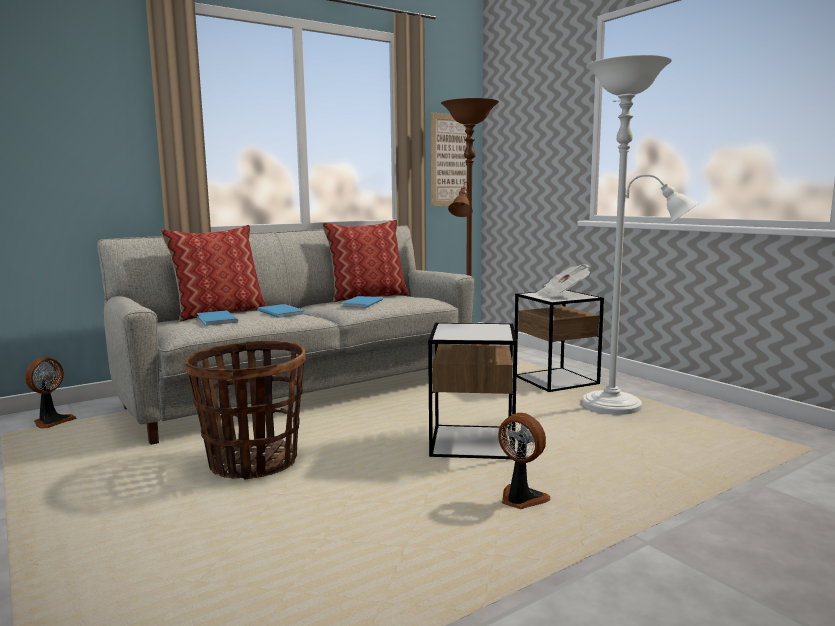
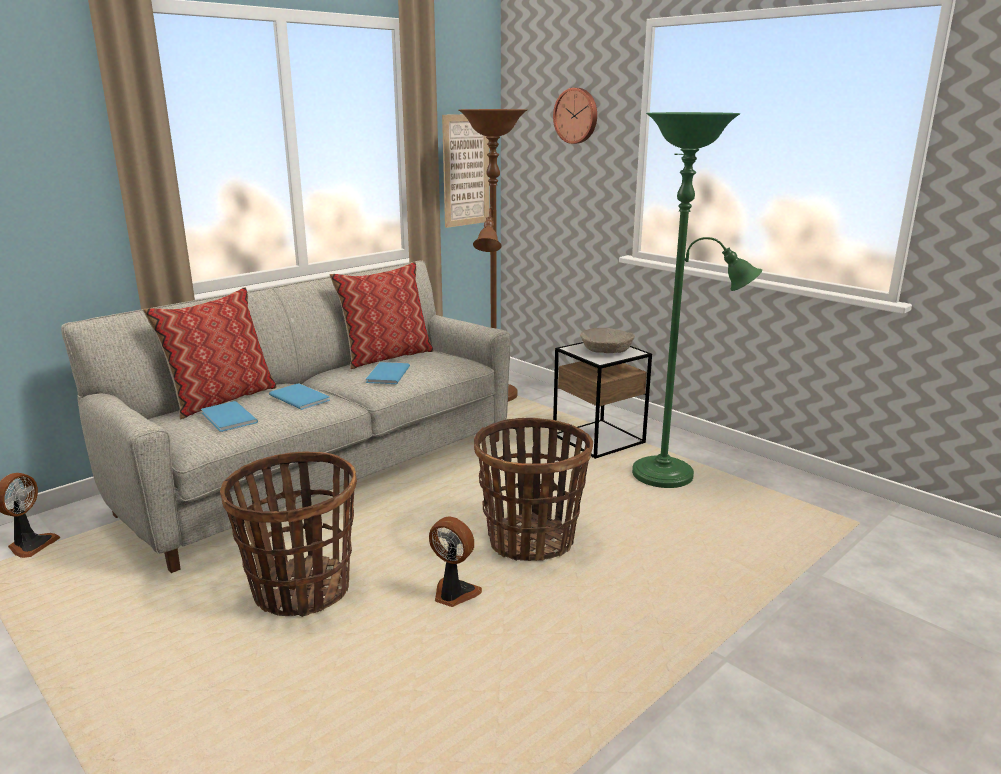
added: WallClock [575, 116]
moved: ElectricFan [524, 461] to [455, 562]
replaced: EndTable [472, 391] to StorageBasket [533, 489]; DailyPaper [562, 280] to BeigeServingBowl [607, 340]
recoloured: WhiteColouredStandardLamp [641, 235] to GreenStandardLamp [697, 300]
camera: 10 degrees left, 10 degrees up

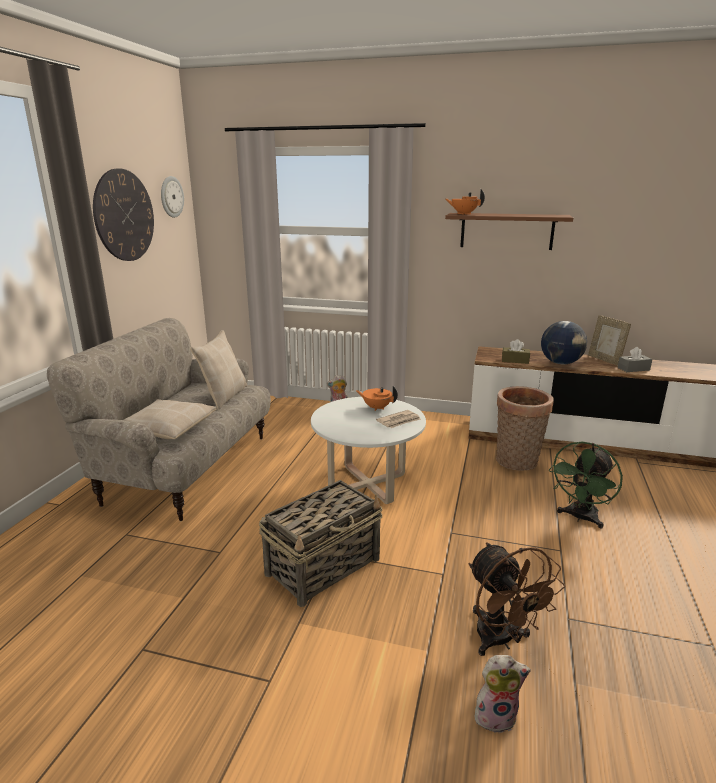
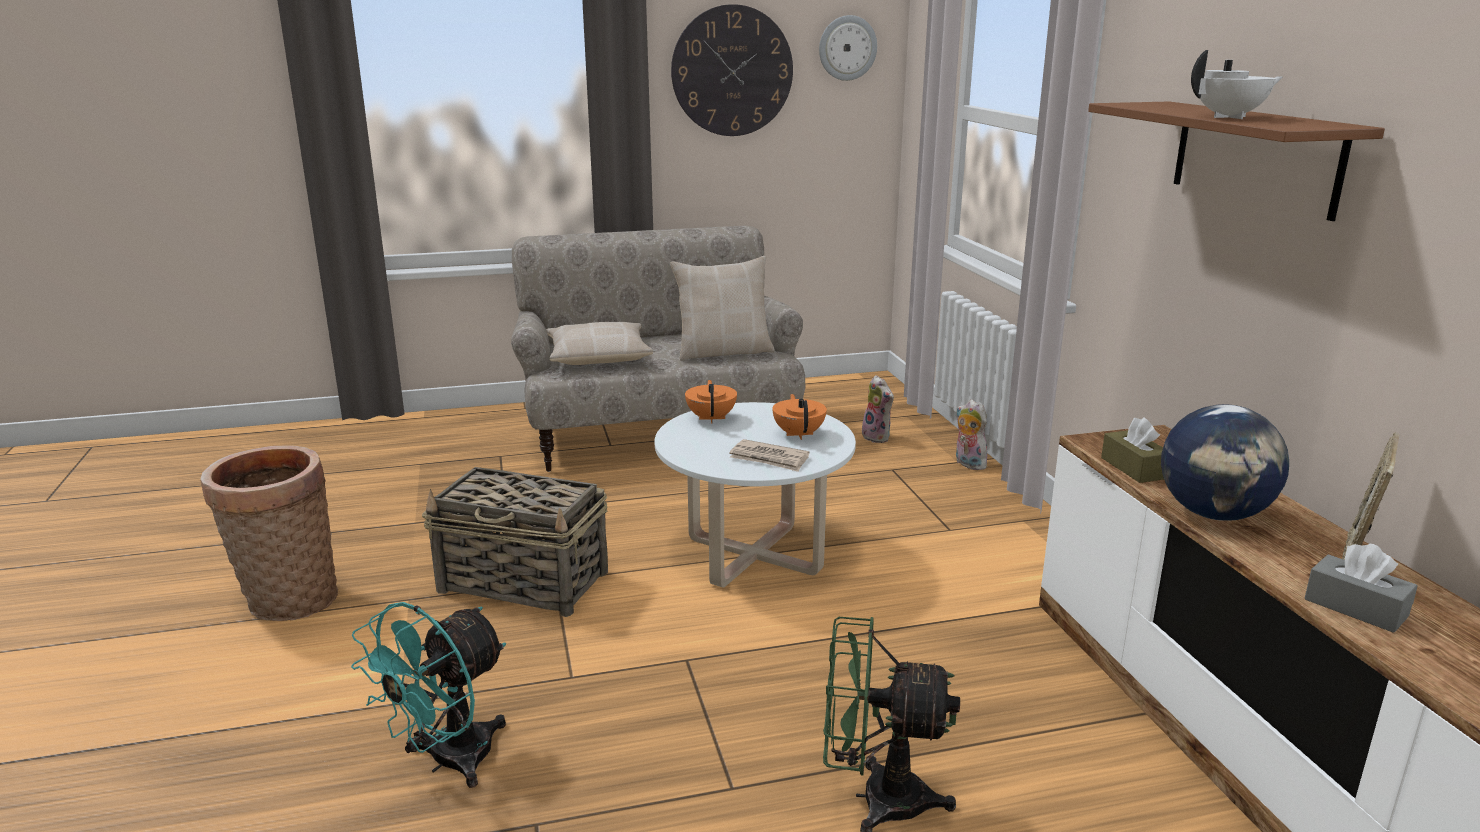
added: WhiteColouredTeaPot [1237, 84]
moved: OrangeyTeaPot [465, 202] to [711, 402]; PlushToy [503, 694] to [878, 409]; StorageBasket [525, 428] to [269, 533]
recoloured: BrownElectricFan [517, 599] to TurquoiseColouredElectricFan [428, 695]
camera: 60 degrees right, 0 degrees up

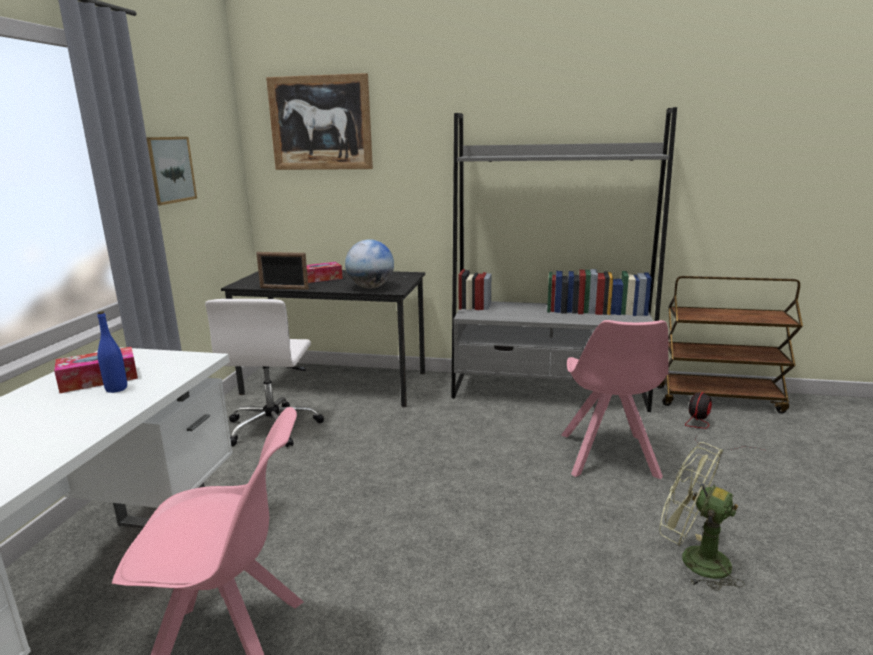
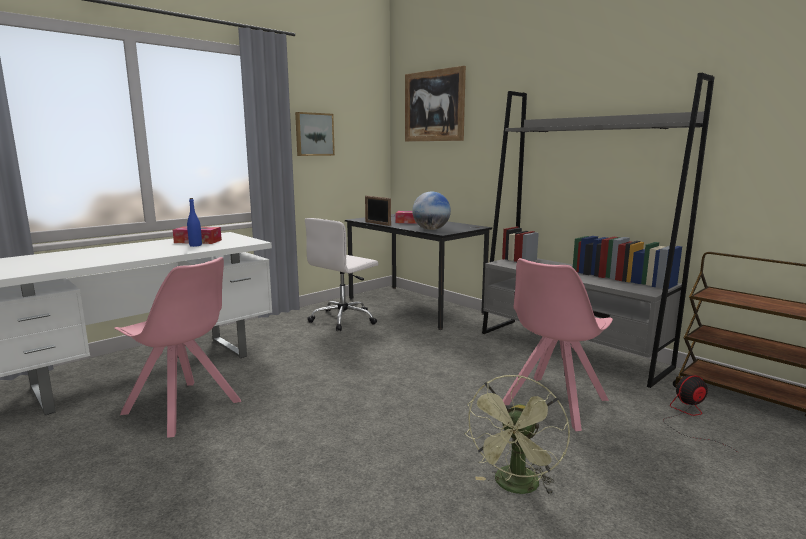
turned: GreenElectricFan [702, 516] = [517, 434] 135 degrees counterclockwise
camera: 35 degrees right, 5 degrees down

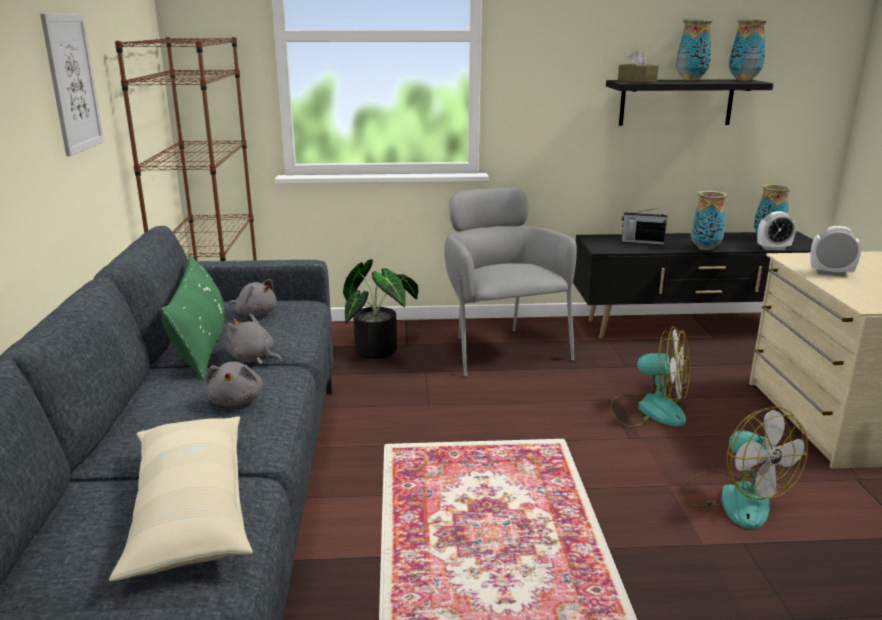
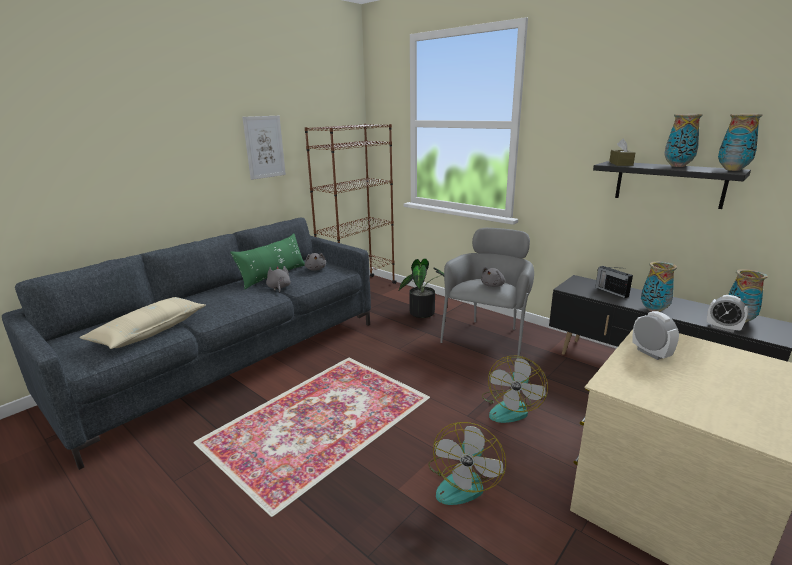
moved: GreyishPlushToy [234, 383] to [493, 277]
turned: ElectricFan [650, 376] = [515, 389] 45 degrees clockwise
camera: 45 degrees right, 0 degrees up

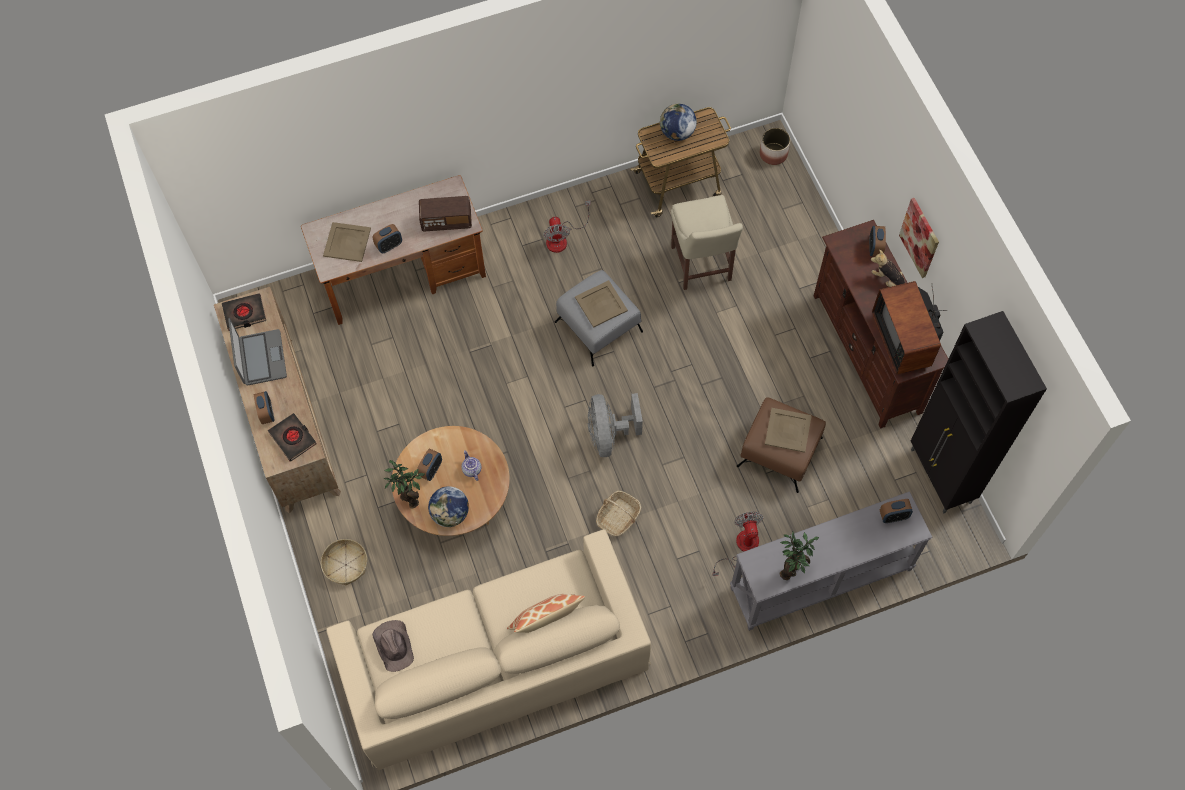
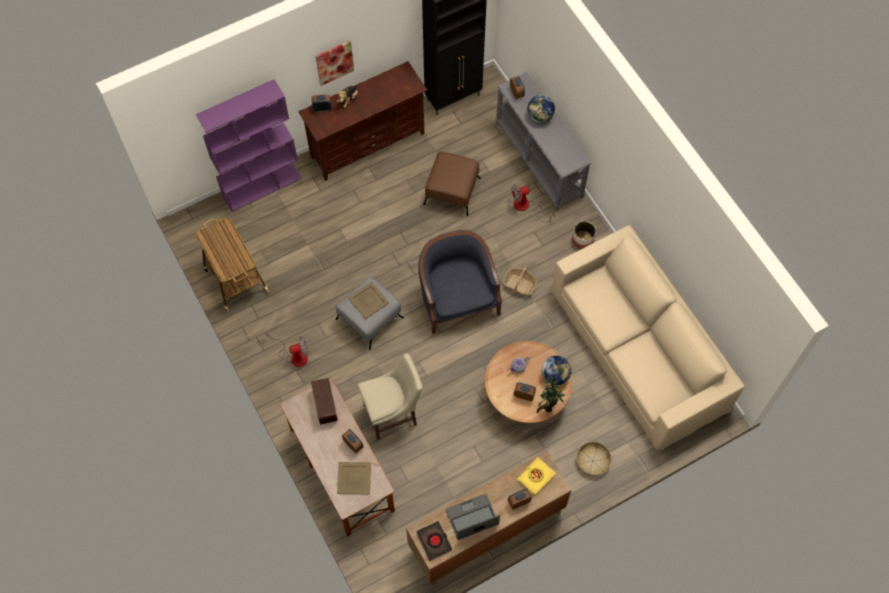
removed: BrownClothingHat [393, 646]; Pillow [546, 613]; BeigeServingTray [788, 430]; Houseplant [799, 555]; TvSet [909, 328]
added: PurplishBookshelf [249, 145]
moved: Globe [678, 122] to [541, 109]; BeigePlainChair [707, 242] to [390, 397]; PlantPot [775, 146] to [584, 235]
replaced: GreyishElectricFan [615, 425] to BlueColouredEasyChair [460, 282]
recoloured: BlackColouredBoundBook [292, 437] to YellowBoundBook [536, 476]
camera: 100 degrees left, 0 degrees up

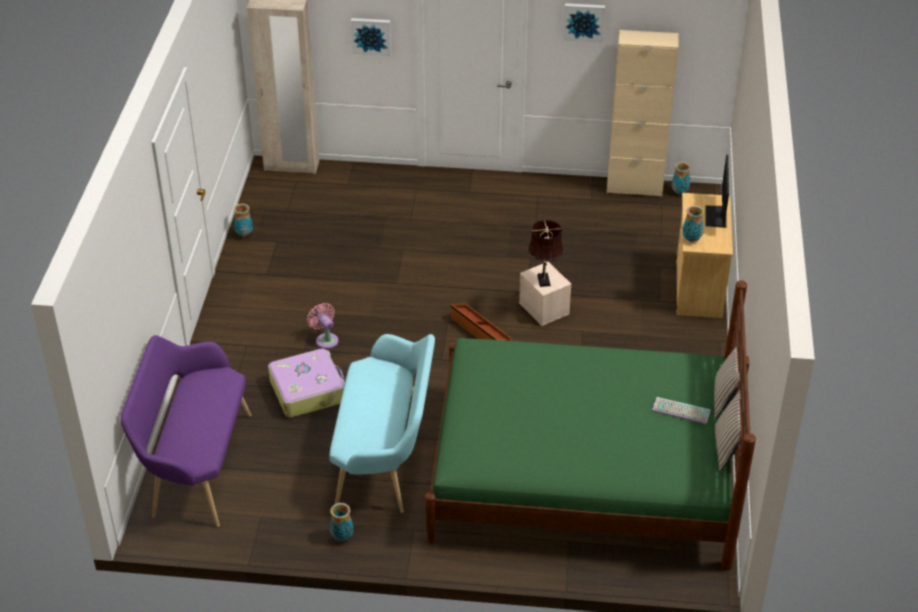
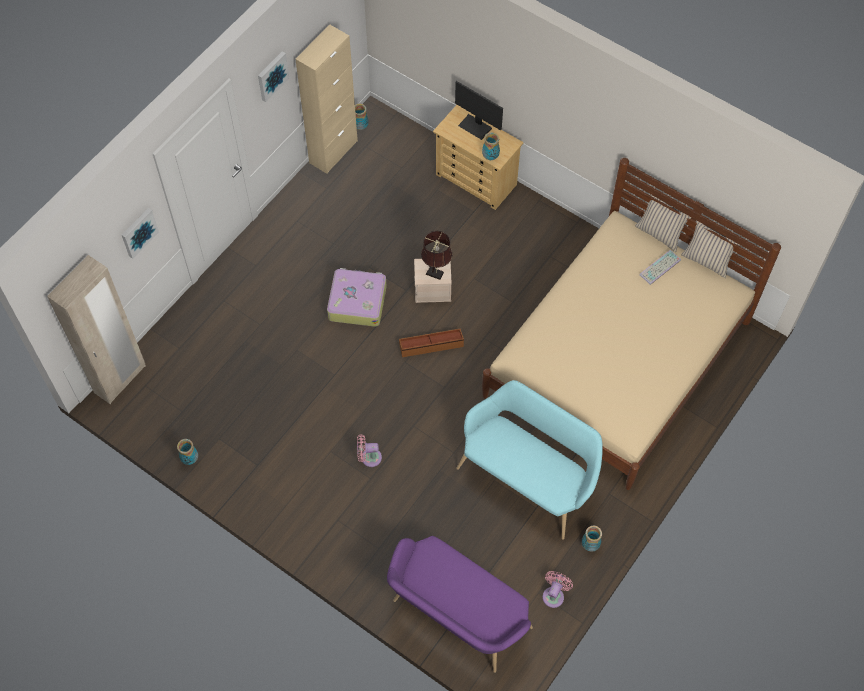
added: PinkishElectricFan [557, 589]
moved: PieceOfLuggage [306, 383] to [357, 297]
recoloured: GreenSleepingBed [590, 425] to BeigeSleepingBed [631, 324]
camera: 60 degrees left, 20 degrees up

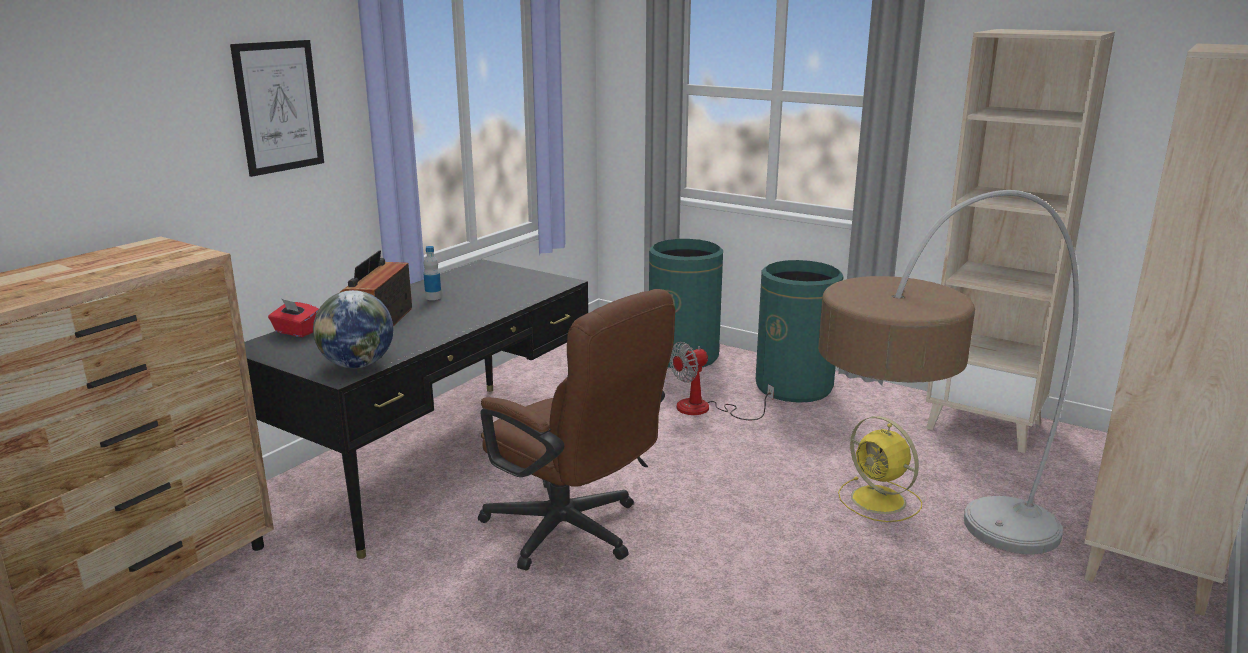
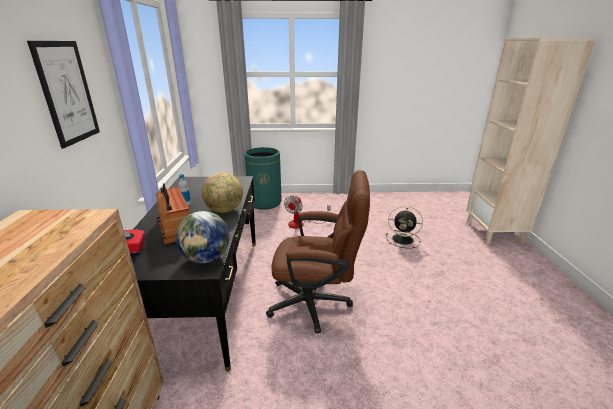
removed: GreenRubbishBin [800, 331]; StandardLamp [948, 372]; BeigeBookshelf [1020, 241]
added: Globe [222, 192]
recoloured: YellowElectricFan [880, 469] to BlackColouredElectricFan [404, 227]
camera: 35 degrees left, 5 degrees up

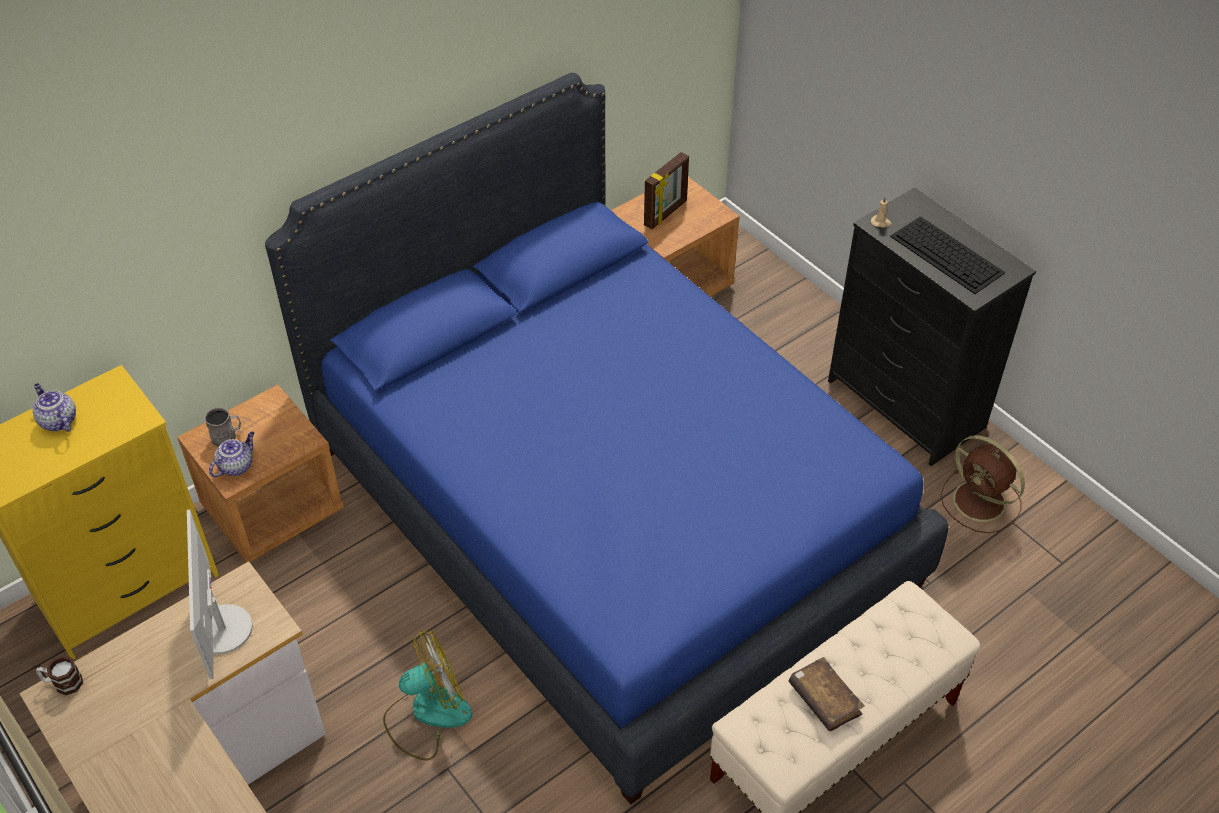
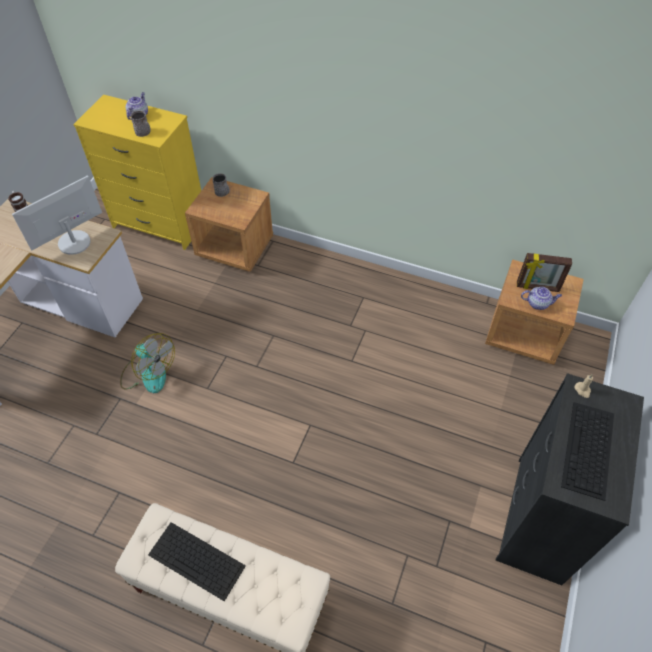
removed: BlueColouredSleepingBed [607, 439]; BrownElectricFan [983, 484]
added: GreyishTeaMug [141, 123]
moved: TeaPot [231, 454] to [541, 298]
replaced: BrownBoundBook [827, 694] to PcKeyboard [197, 562]
camera: 60 degrees right, 5 degrees up

